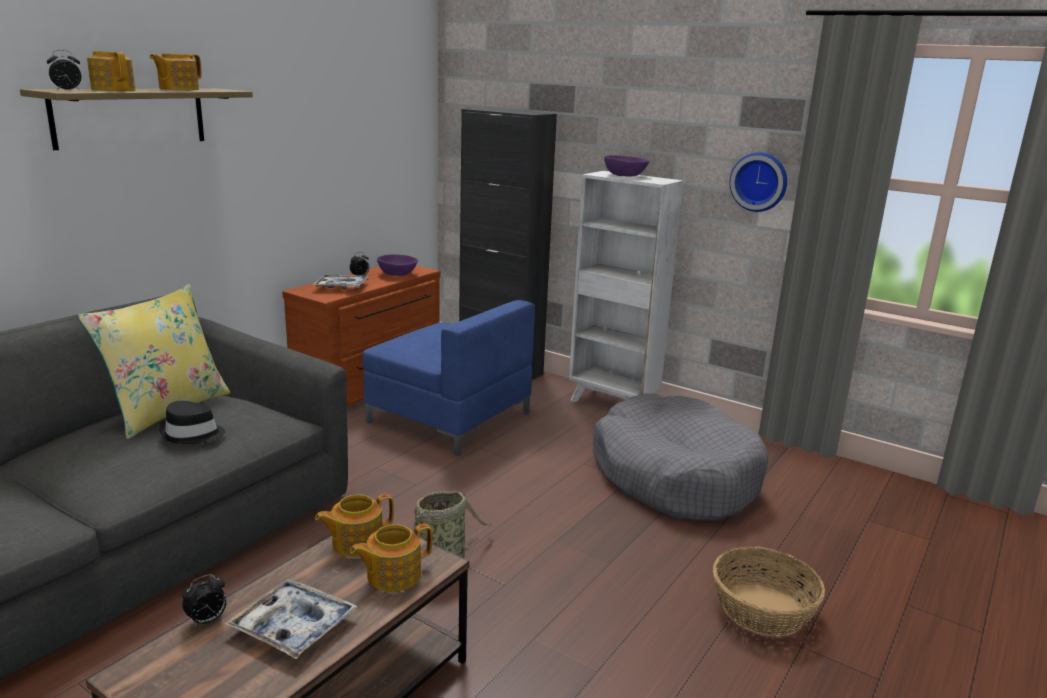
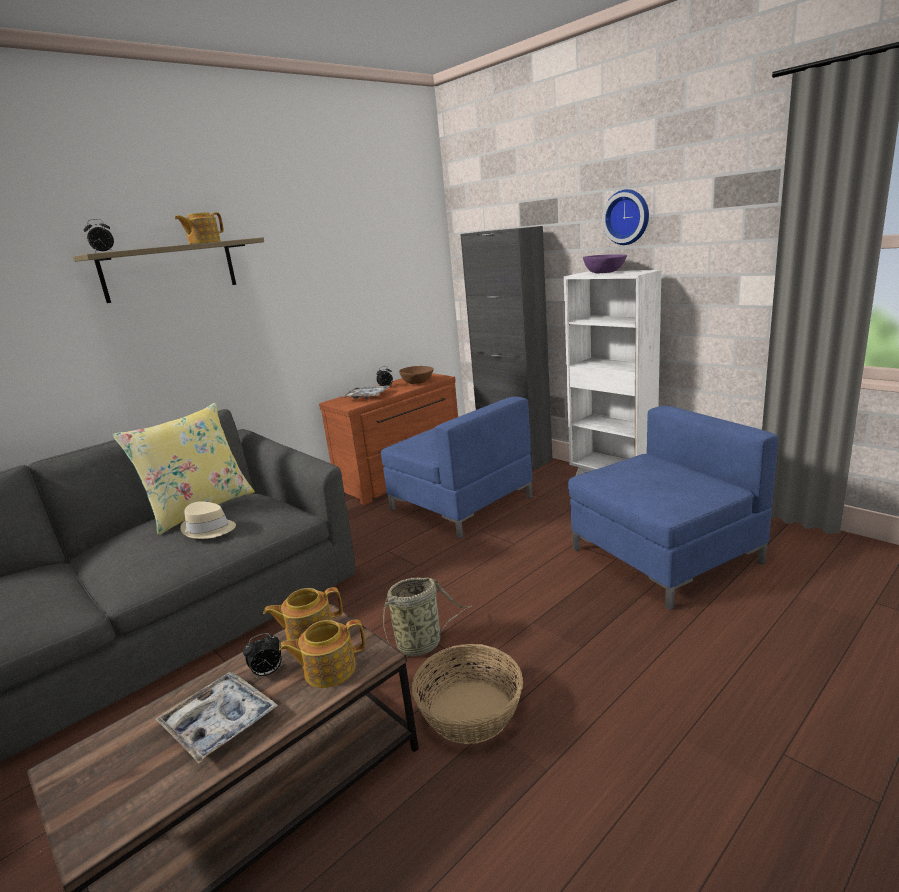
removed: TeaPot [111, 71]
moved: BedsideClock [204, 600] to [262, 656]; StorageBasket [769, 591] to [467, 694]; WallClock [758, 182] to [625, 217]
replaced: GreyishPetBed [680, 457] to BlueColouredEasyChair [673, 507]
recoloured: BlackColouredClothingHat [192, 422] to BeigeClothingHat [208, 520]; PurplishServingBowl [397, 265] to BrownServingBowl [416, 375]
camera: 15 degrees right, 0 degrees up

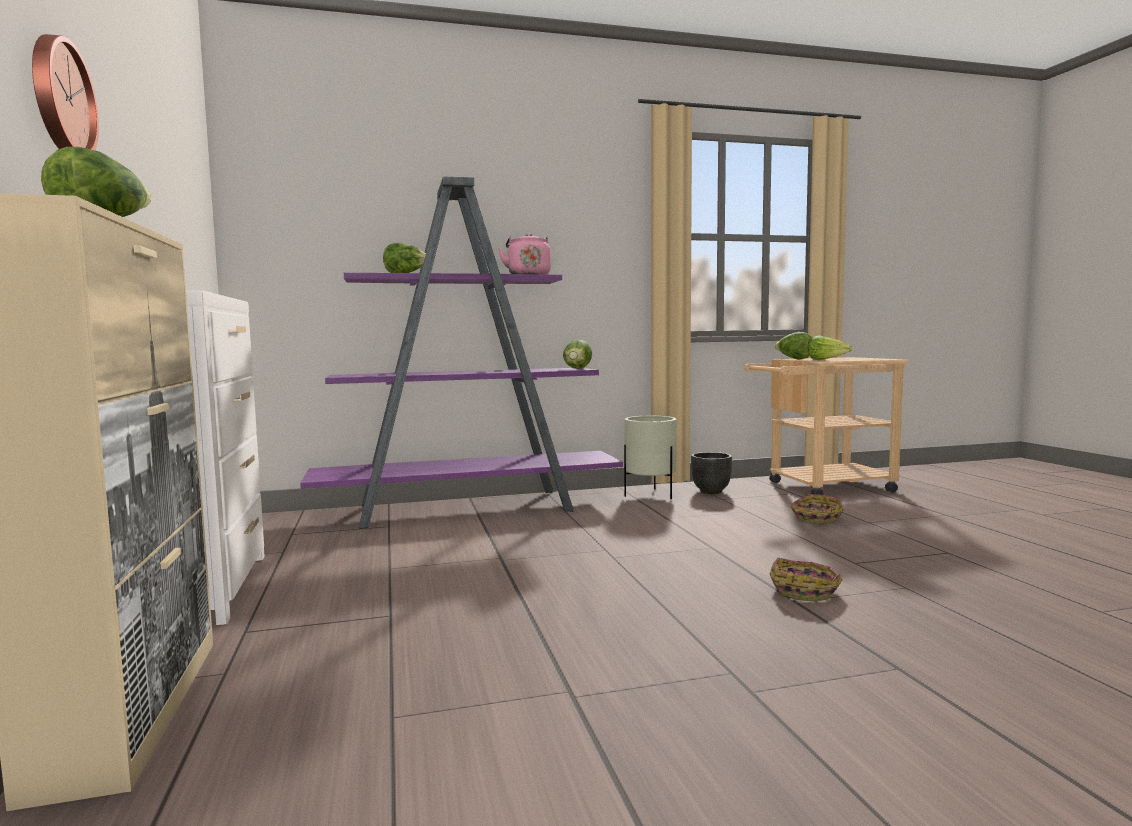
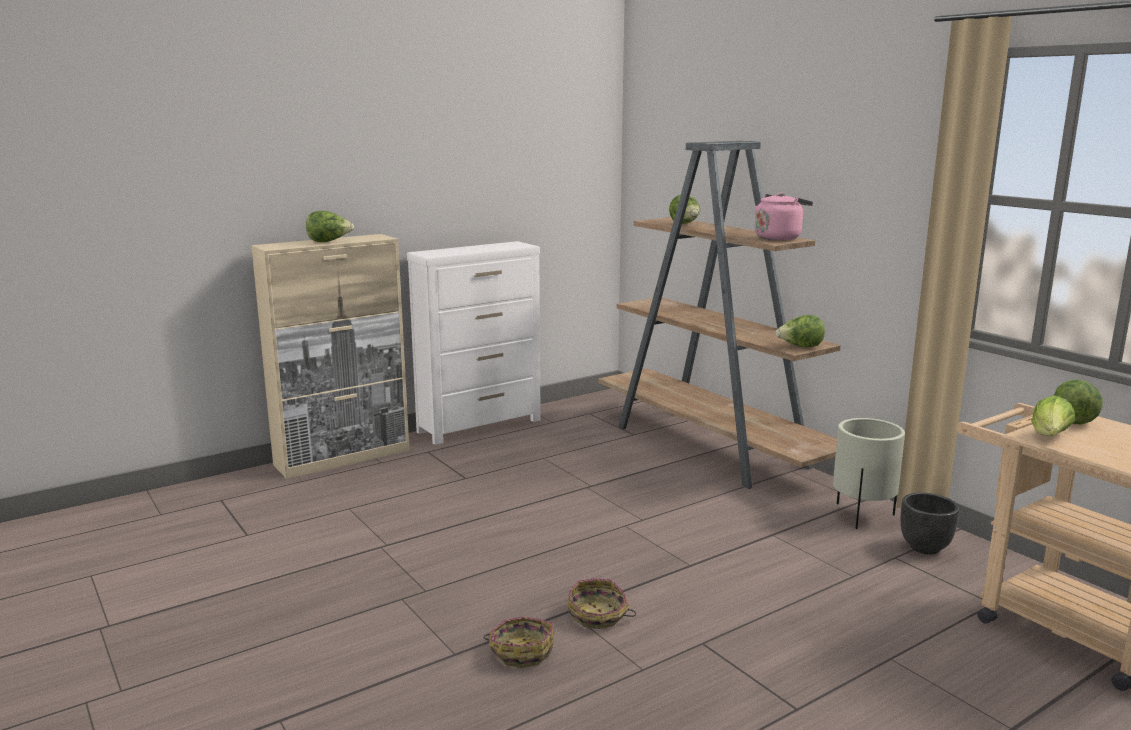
removed: WallClock [65, 92]
moved: StorageBasket [816, 509] to [518, 642]
recoloured: PurplishBookshelf [461, 353] to BrownBookshelf [719, 315]
camera: 70 degrees right, 10 degrees up

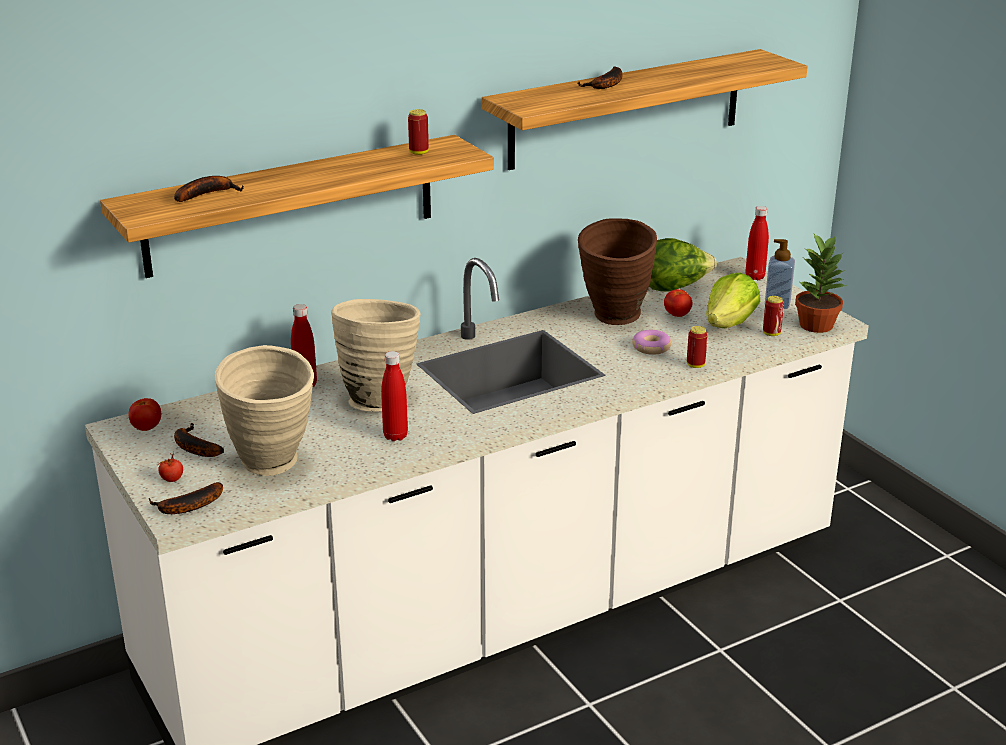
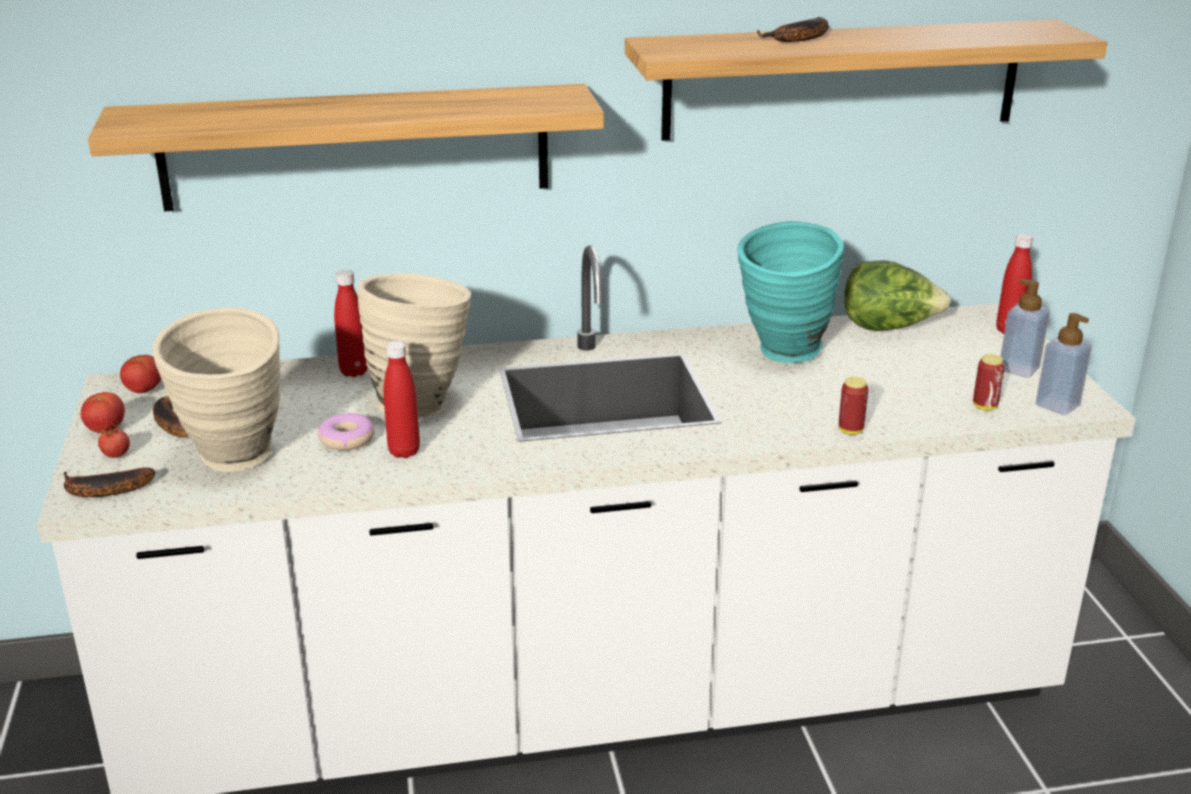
removed: BananaFruit [208, 189]; Can [418, 132]; Lettuce [733, 300]
moved: Donut [651, 342] to [346, 431]; FreshTomato [678, 303] to [102, 412]
replaced: Houseplant [821, 283] to LiquidSoapBottle [1063, 364]
recoloured: BrownFlowerVase [617, 271] to TurquoiseColouredFlowerVase [791, 292]
camera: 20 degrees right, 0 degrees up

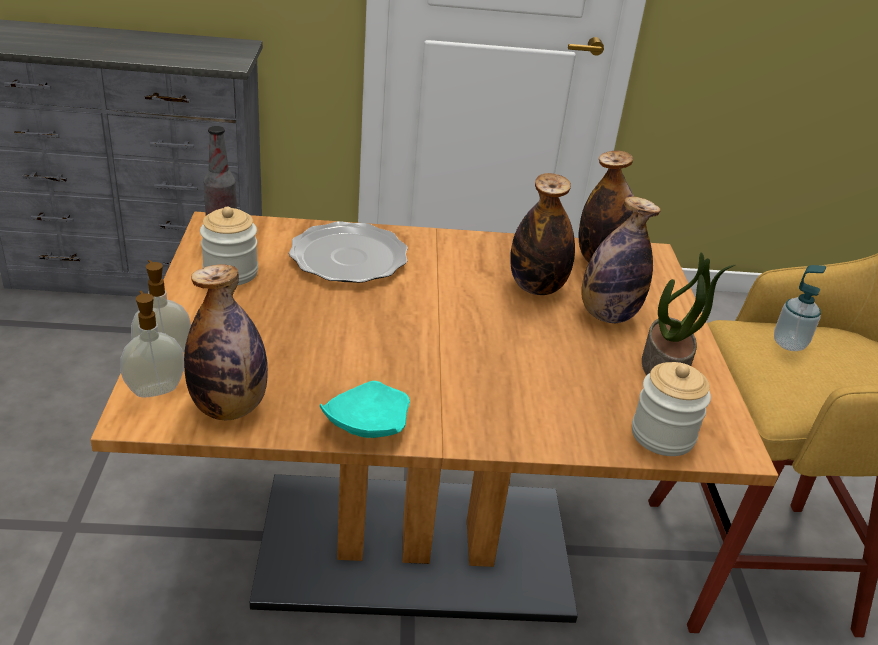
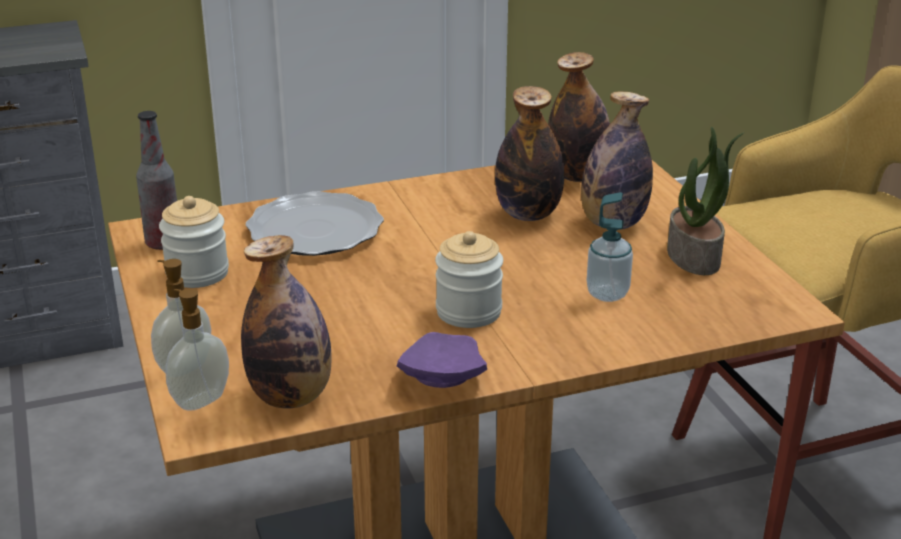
moved: PreserveJar [671, 409] to [469, 279]; LiquidSoapBottle [800, 308] to [609, 247]
recoloured: TurquoiseColouredDinnerPlate [365, 409] to PurplishDinnerPlate [442, 360]
camera: 15 degrees left, 5 degrees down

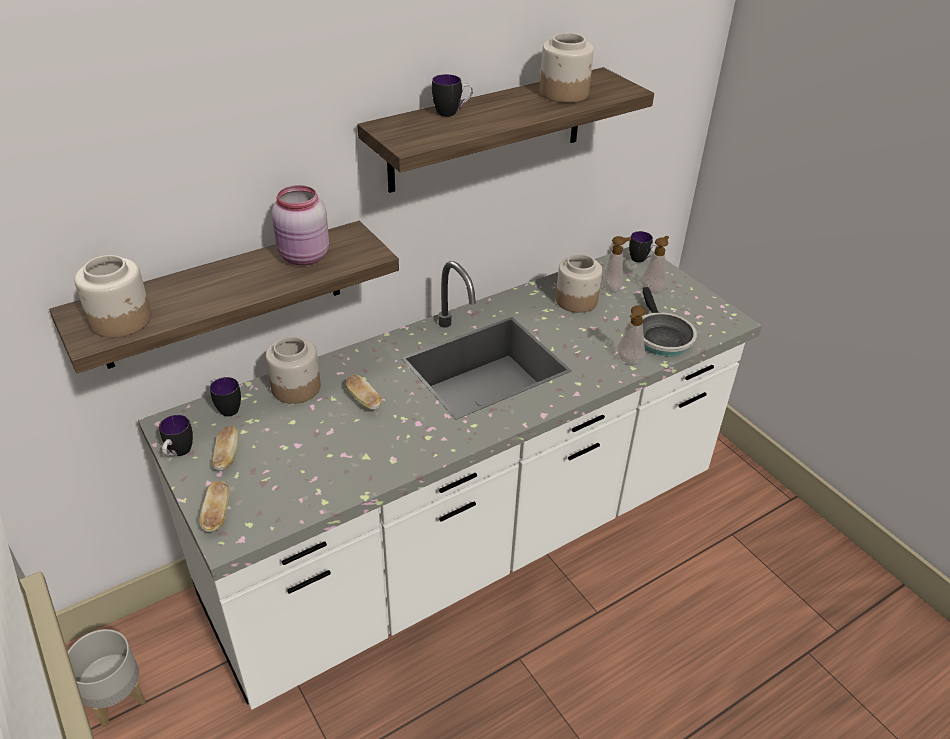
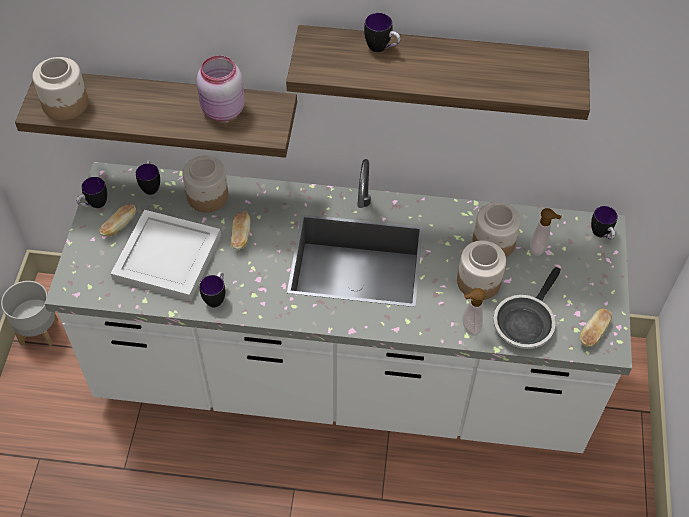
removed: LiquidSoapBottle [655, 264]
added: WhiteColouredServingTray [166, 255]; TeaMug [212, 289]
moved: BakedBread [214, 506] to [595, 327]; PreserveJar [567, 68] to [481, 270]
camera: 40 degrees right, 15 degrees up

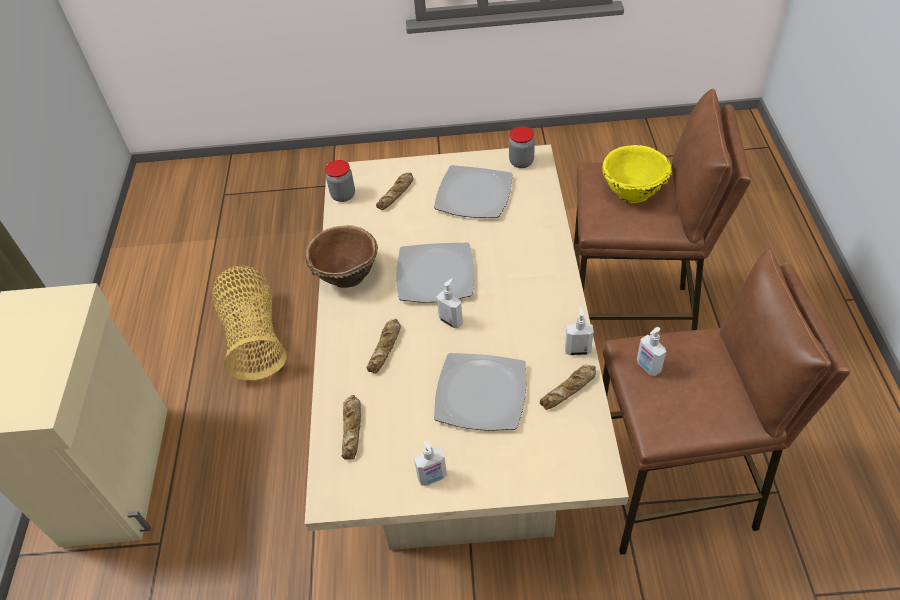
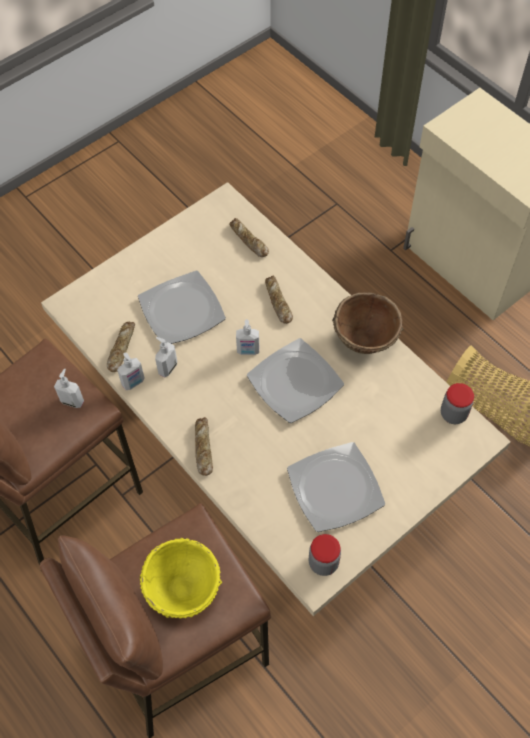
moved: BakedBread [395, 191] to [204, 446]; LiquidSoapBottle [430, 463] to [166, 357]
camera: 140 degrees right, 10 degrees up

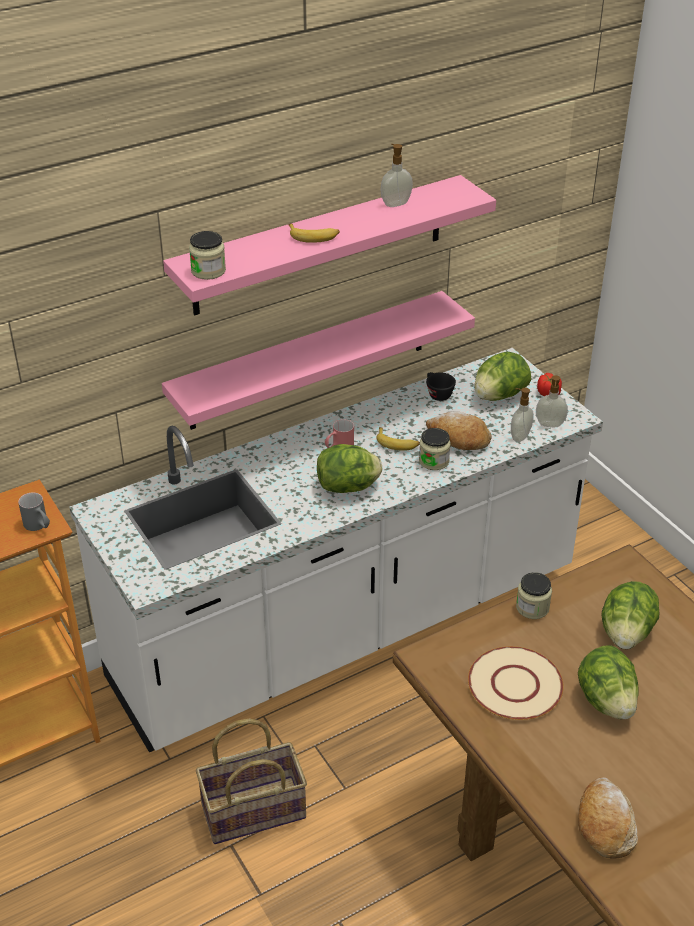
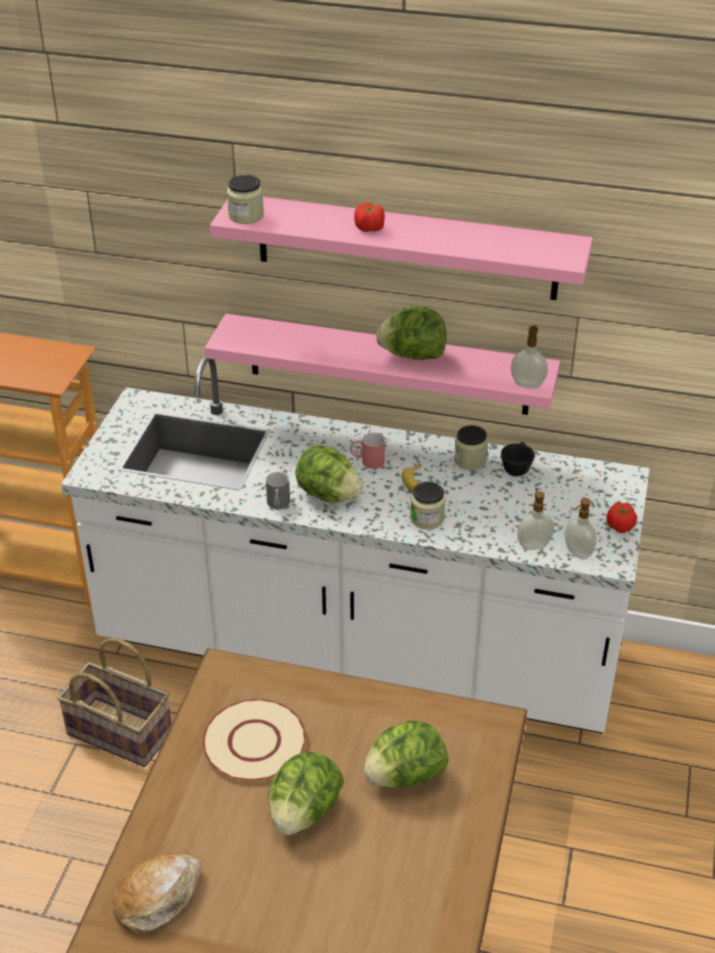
removed: BakedBread [459, 430]
moved: GreyishTeaMug [34, 511] to [278, 491]; LiquidSoapBottle [396, 175] to [529, 356]; Lettuce [503, 376] to [411, 333]; PreserveJar [534, 595] to [471, 447]
replaced: BananaFruit [314, 233] to FreshTomato [369, 217]
camera: 45 degrees right, 0 degrees up

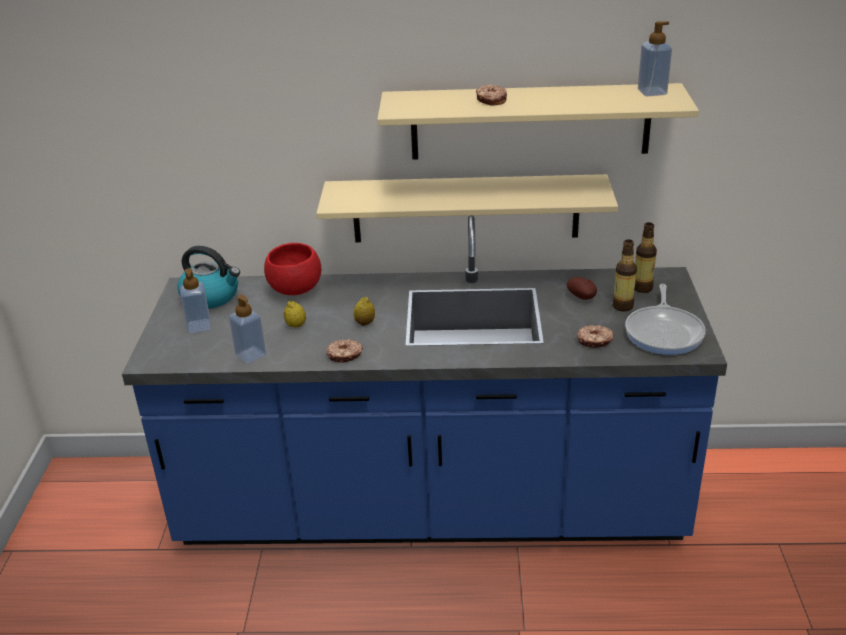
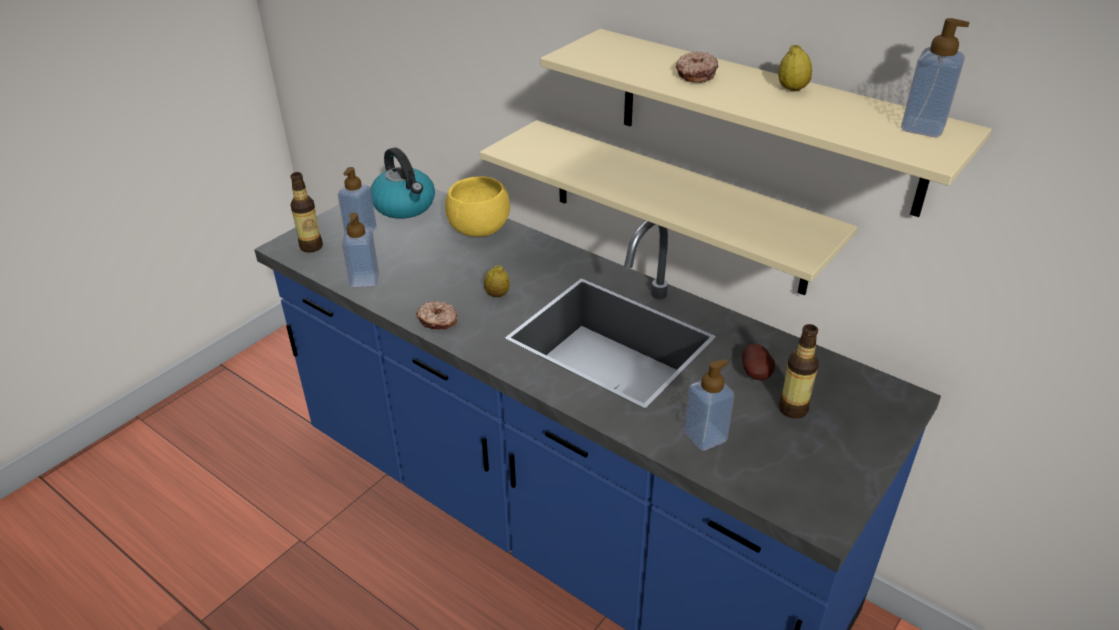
removed: Skillet [665, 319]
moved: Lemon [295, 314] to [795, 68]; BeverageBottle [645, 257] to [306, 212]
replaced: Donut [595, 336] to LiquidSoapBottle [709, 405]
recoloured: ReddishServingBowl [292, 269] to YellowServingBowl [477, 206]
camera: 35 degrees right, 5 degrees up

